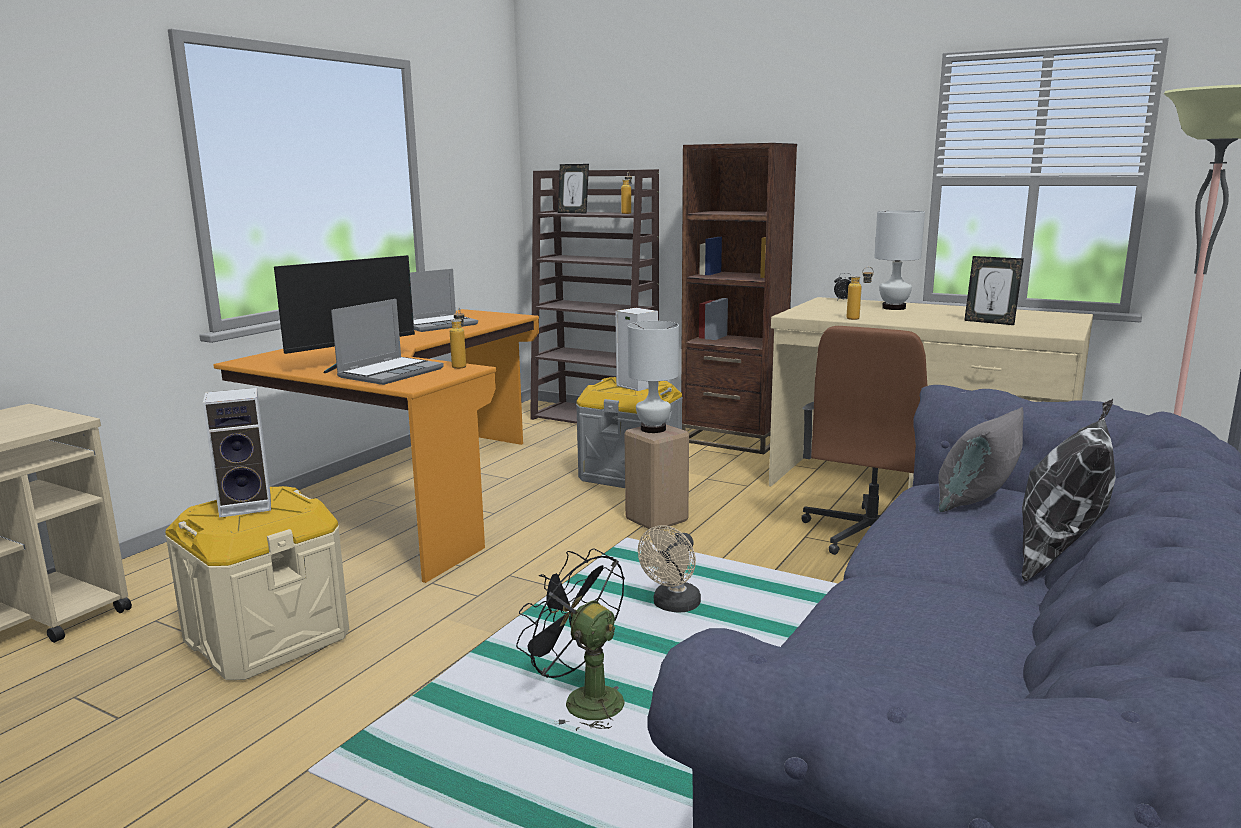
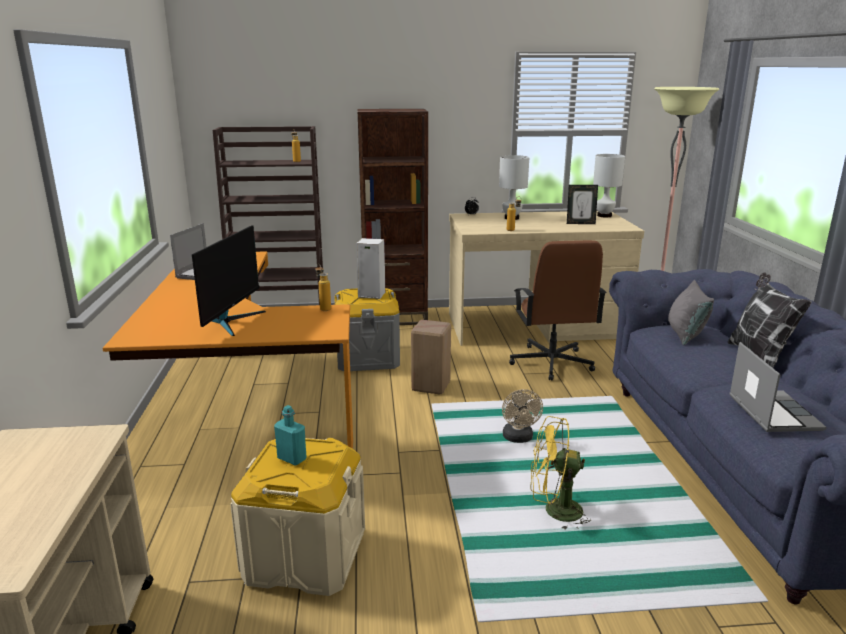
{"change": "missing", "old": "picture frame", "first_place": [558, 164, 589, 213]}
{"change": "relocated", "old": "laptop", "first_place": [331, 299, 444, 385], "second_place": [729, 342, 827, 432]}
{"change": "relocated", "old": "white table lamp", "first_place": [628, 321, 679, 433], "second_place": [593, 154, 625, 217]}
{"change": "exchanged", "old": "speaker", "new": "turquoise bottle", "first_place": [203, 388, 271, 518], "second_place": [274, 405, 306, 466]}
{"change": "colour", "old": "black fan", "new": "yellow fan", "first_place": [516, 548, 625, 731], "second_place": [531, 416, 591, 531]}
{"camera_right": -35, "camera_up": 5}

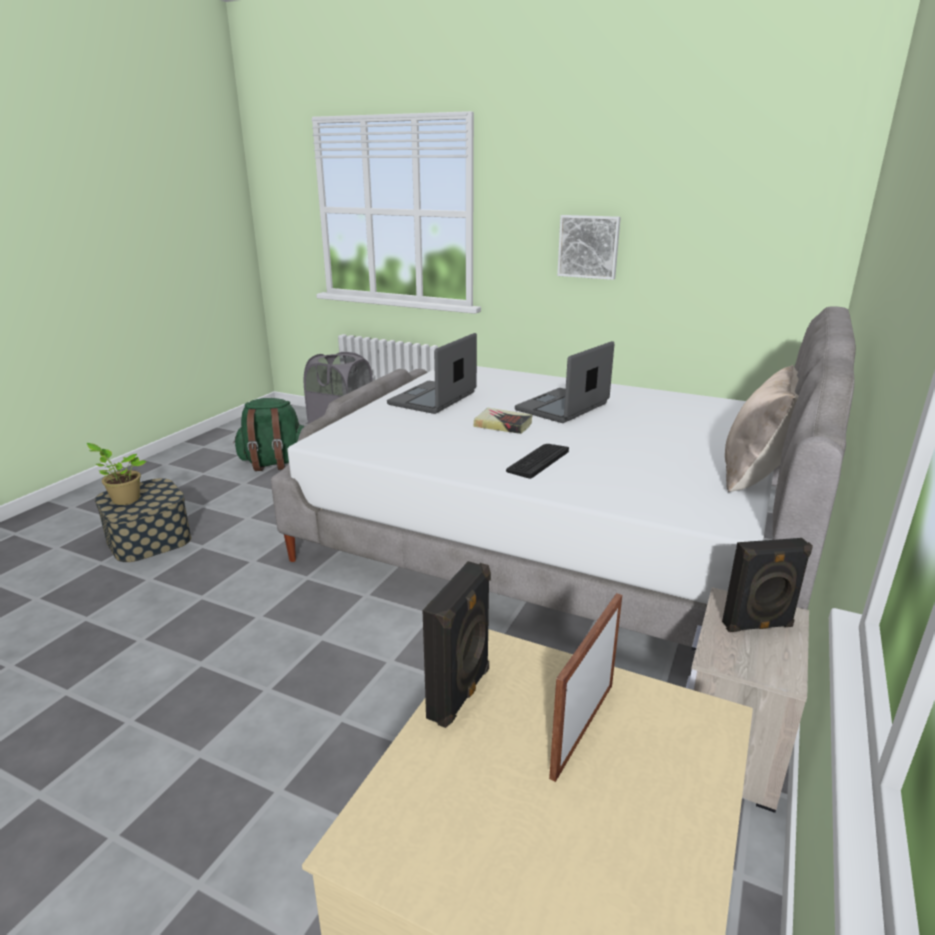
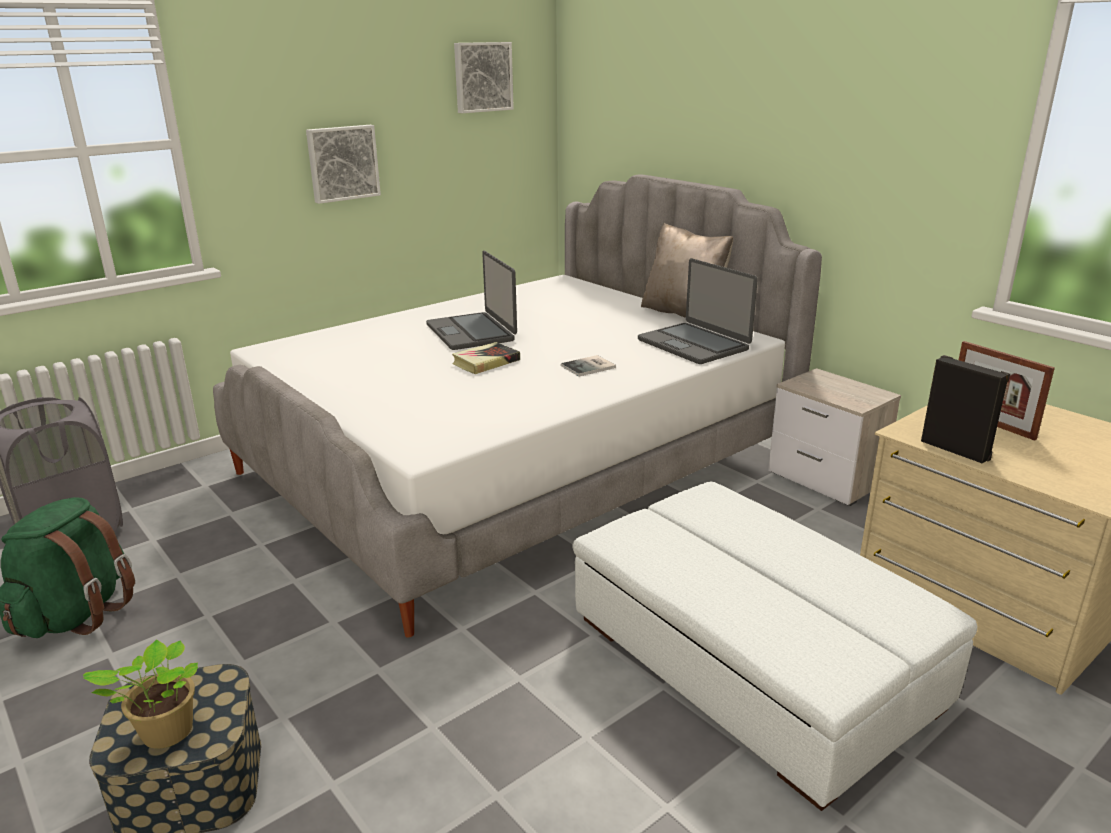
{"change": "relocated", "old": "laptop", "first_place": [387, 333, 477, 414], "second_place": [638, 258, 758, 364]}
{"change": "exchanged", "old": "keyboard", "new": "book", "first_place": [506, 444, 569, 479], "second_place": [561, 355, 616, 377]}
{"change": "missing", "old": "black speaker", "first_place": [722, 538, 813, 632]}
{"change": "appeared", "new": "picture", "second_place": [454, 42, 514, 113]}
{"change": "appeared", "new": "white ottoman", "second_place": [572, 481, 977, 811]}
{"camera_right": -65, "camera_up": 0}

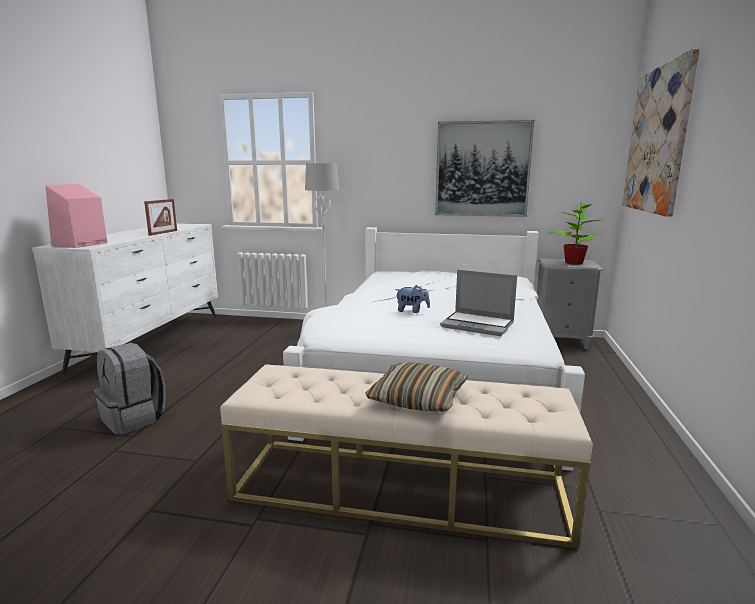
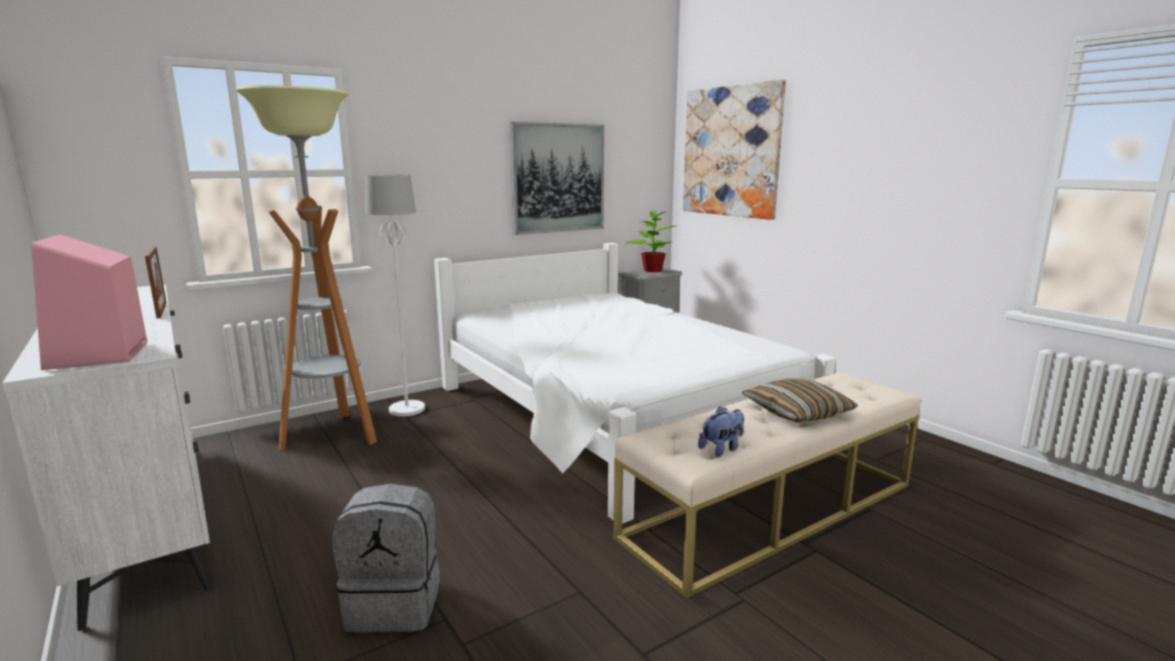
{"change": "missing", "old": "laptop", "first_place": [440, 270, 517, 336]}
{"change": "relocated", "old": "plush toy", "first_place": [395, 285, 430, 313], "second_place": [698, 406, 744, 457]}
{"change": "appeared", "new": "floor lamp", "second_place": [236, 85, 377, 450]}
{"camera_right": -45, "camera_up": 0}

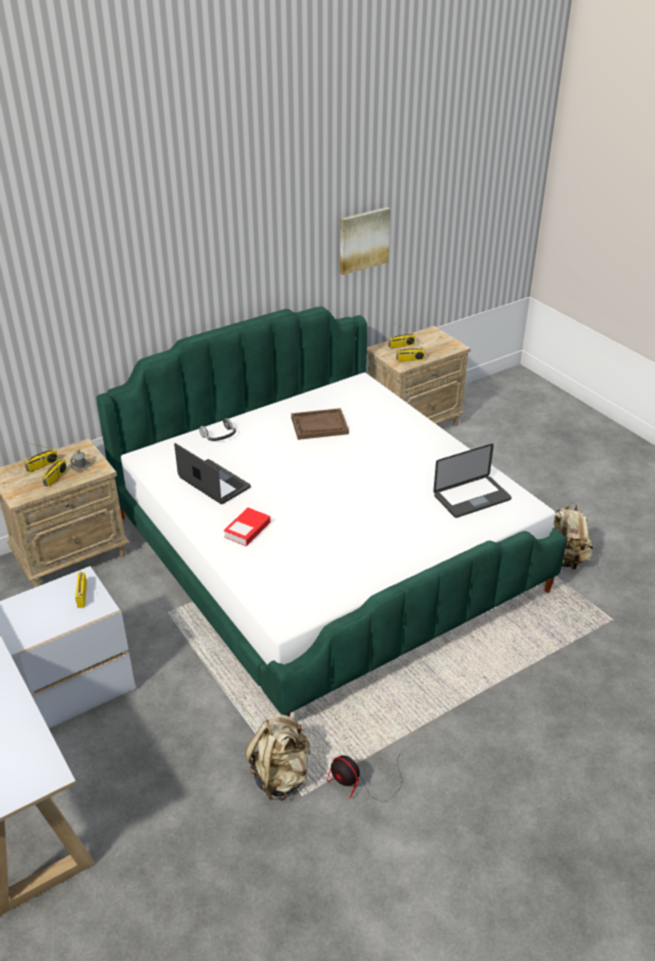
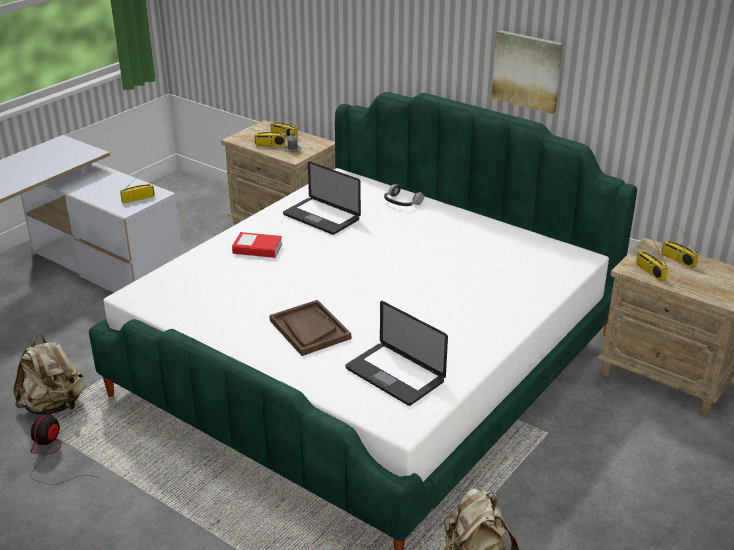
{"change": "relocated", "old": "picture", "first_place": [340, 207, 391, 275], "second_place": [491, 30, 563, 114]}
{"change": "relocated", "old": "brown tray", "first_place": [291, 408, 349, 440], "second_place": [269, 300, 351, 356]}
{"change": "spun", "old": "laptop", "first_place": [174, 443, 251, 504], "second_place": [283, 161, 361, 235], "degrees": 105}
{"camera_right": 70, "camera_up": -5}

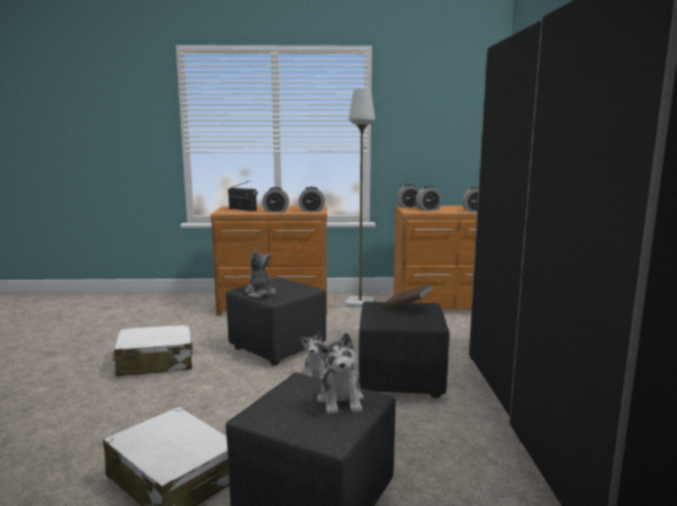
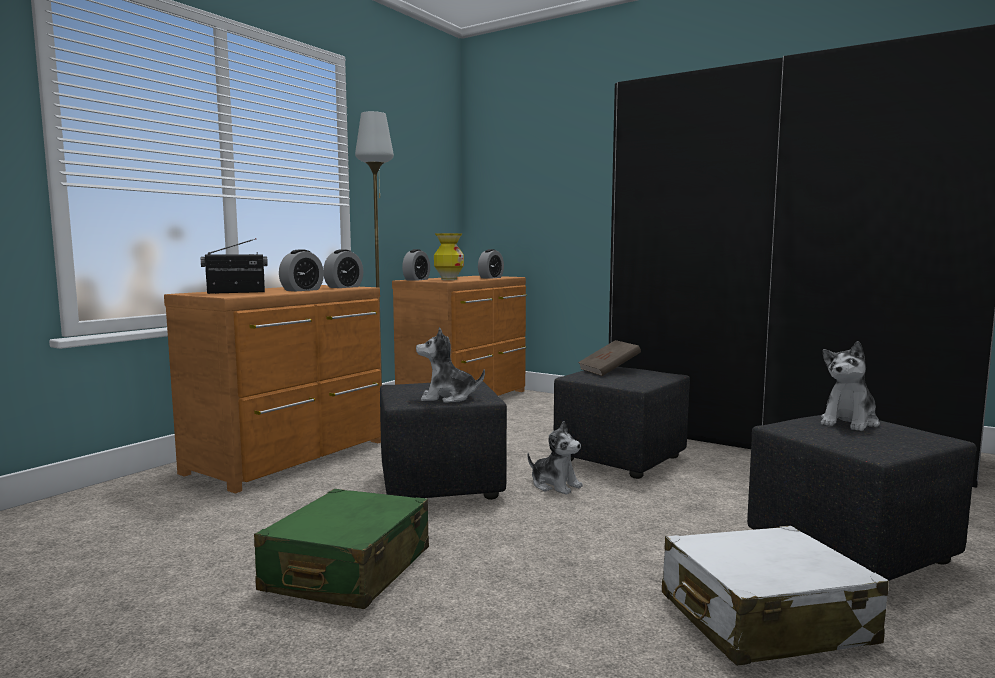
{"change": "exchanged", "old": "alarm clock", "new": "vase", "first_place": [416, 186, 443, 211], "second_place": [434, 233, 464, 280]}
{"change": "colour", "old": "white suitcase", "new": "green suitcase", "first_place": [113, 324, 193, 377], "second_place": [254, 489, 429, 609]}
{"change": "spun", "old": "plush toy", "first_place": [317, 332, 364, 414], "second_place": [821, 341, 880, 431], "degrees": 105}
{"camera_right": -55, "camera_up": -5}

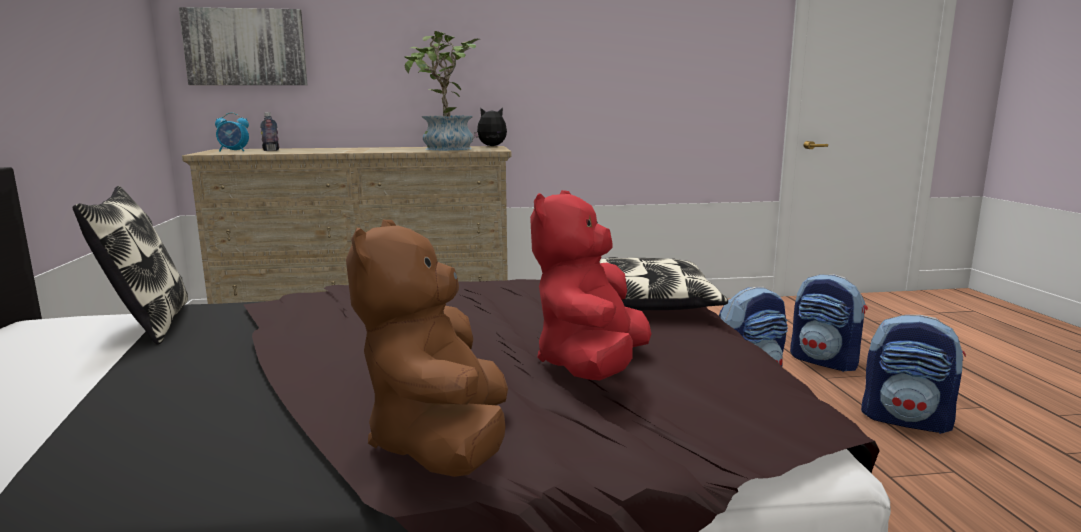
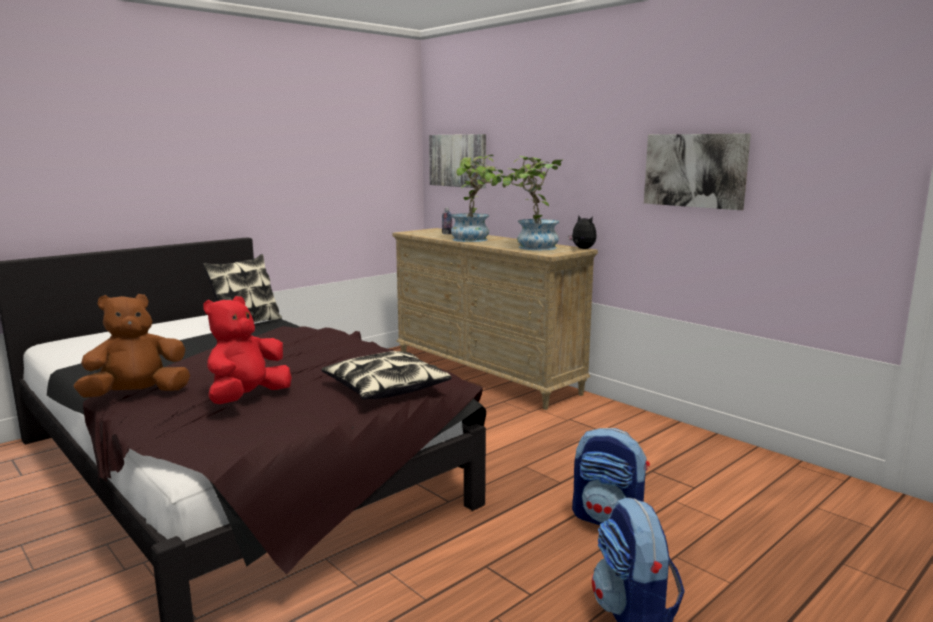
{"change": "missing", "old": "alarm clock", "first_place": [215, 112, 249, 152]}
{"change": "spun", "old": "red plush toy", "first_place": [530, 190, 651, 380], "second_place": [203, 296, 292, 404], "degrees": -45}
{"change": "missing", "old": "backpack", "first_place": [790, 274, 868, 372]}
{"change": "appeared", "new": "picture", "second_place": [644, 133, 751, 210]}
{"change": "appeared", "new": "potted plant", "second_place": [451, 154, 503, 242]}
{"camera_right": 55, "camera_up": 0}

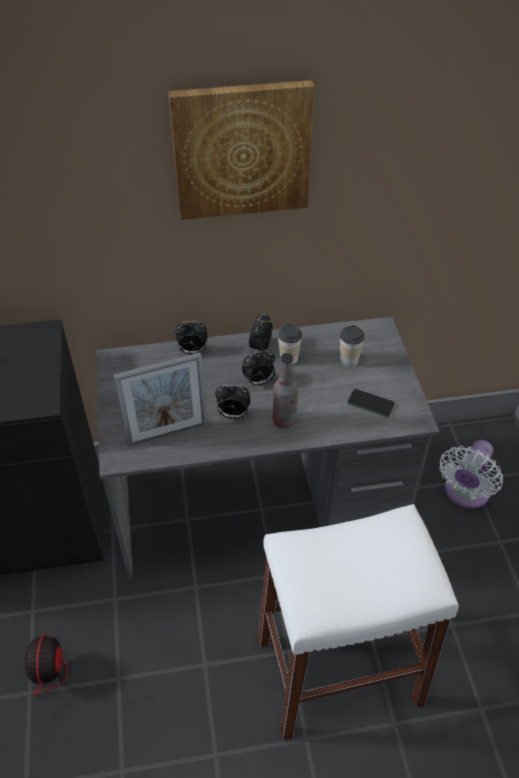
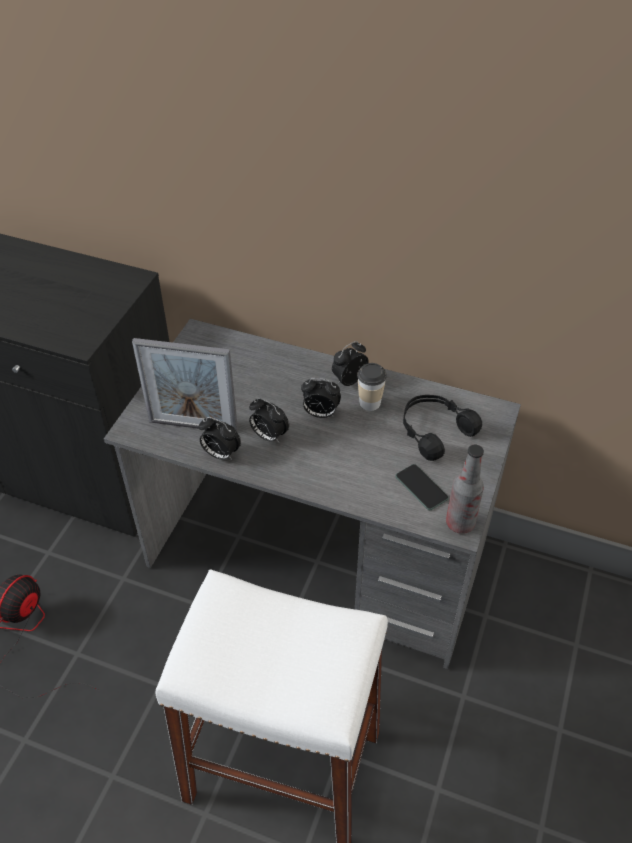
{"change": "missing", "old": "picture", "first_place": [168, 80, 314, 220]}
{"change": "relocated", "old": "alarm clock", "first_place": [175, 321, 207, 355], "second_place": [199, 417, 241, 460]}
{"change": "exchanged", "old": "cup", "new": "black headphones", "first_place": [340, 325, 365, 366], "second_place": [403, 395, 482, 461]}
{"change": "relocated", "old": "bottle", "first_place": [273, 353, 298, 429], "second_place": [446, 445, 484, 534]}
{"change": "missing", "old": "white fan", "first_place": [440, 440, 503, 509]}
{"camera_right": 30, "camera_up": 0}

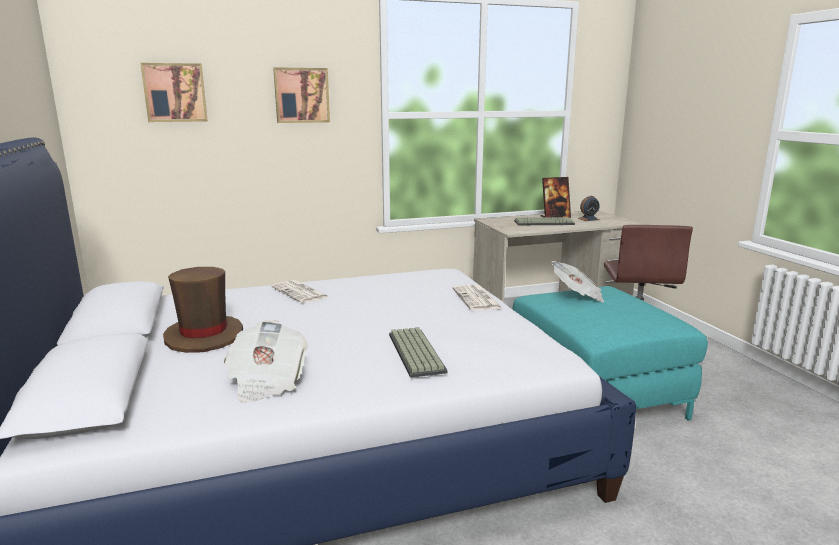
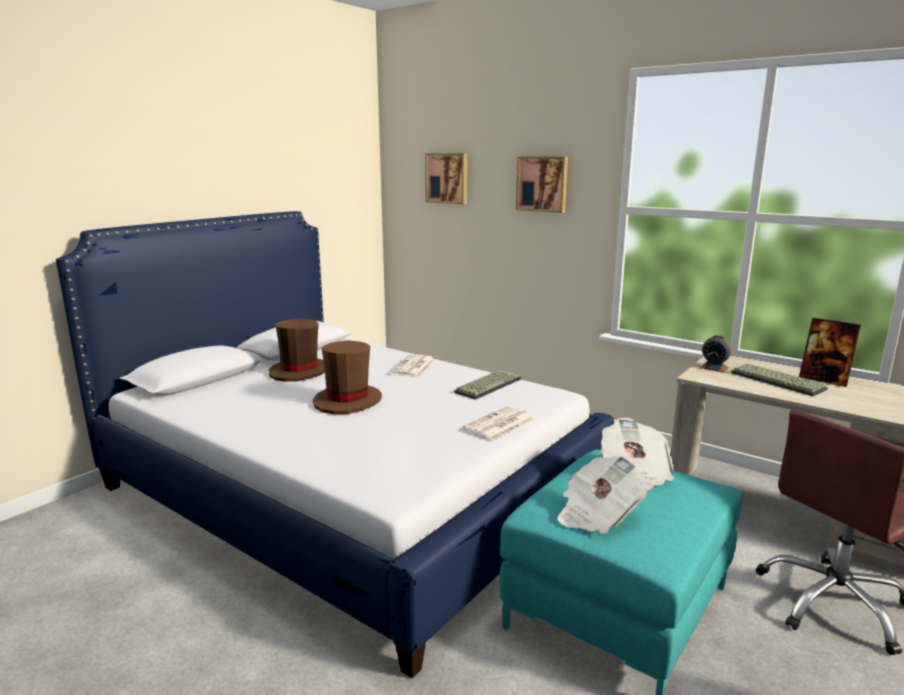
{"change": "relocated", "old": "alarm clock", "first_place": [578, 196, 600, 221], "second_place": [700, 335, 732, 373]}
{"change": "relocated", "old": "newspaper", "first_place": [224, 320, 308, 403], "second_place": [558, 456, 648, 534]}
{"change": "relocated", "old": "keyboard", "first_place": [389, 327, 448, 378], "second_place": [455, 370, 522, 400]}
{"change": "appeared", "new": "brown hat", "second_place": [313, 340, 382, 414]}
{"camera_right": 55, "camera_up": 0}

